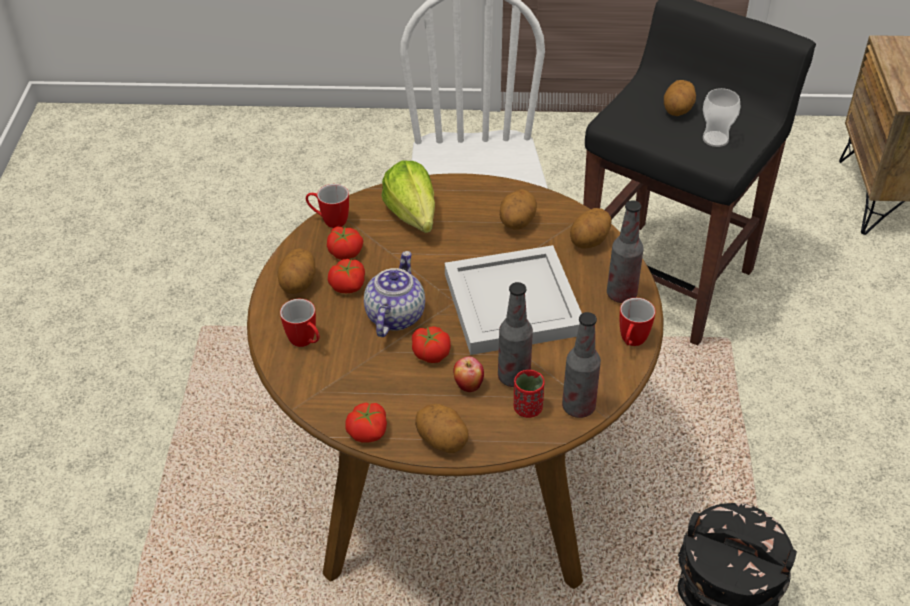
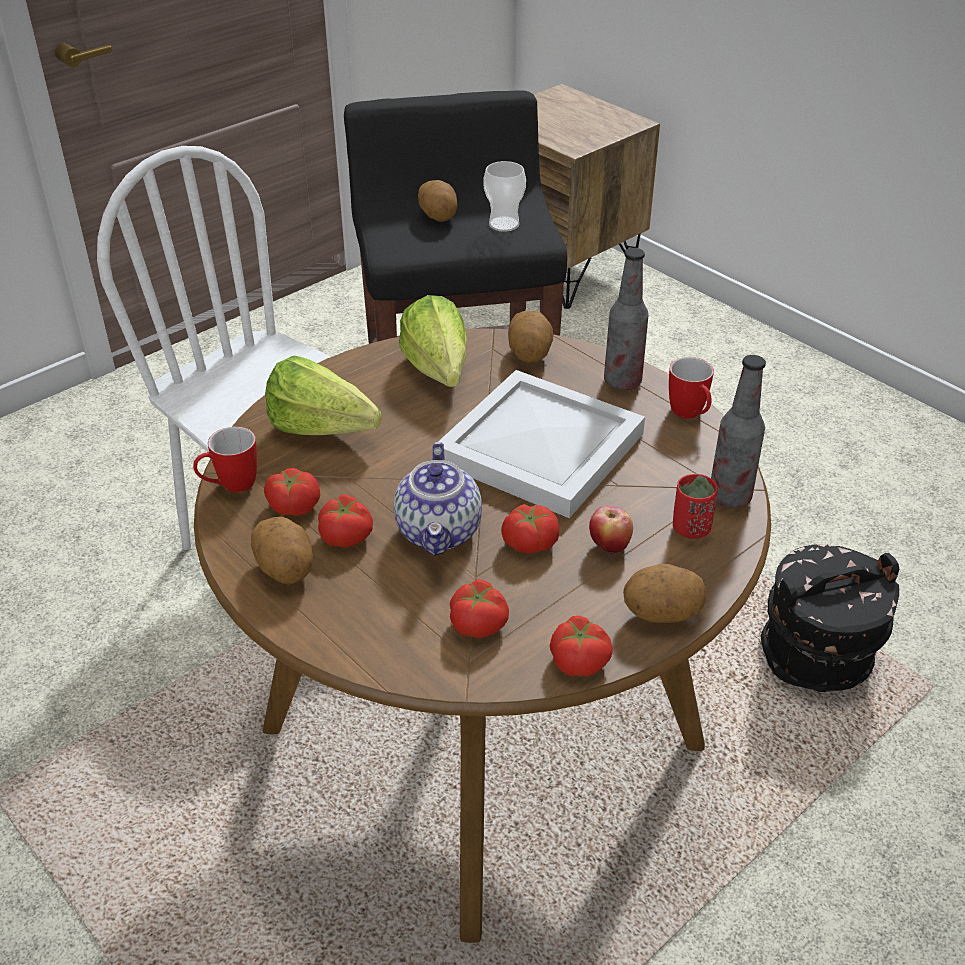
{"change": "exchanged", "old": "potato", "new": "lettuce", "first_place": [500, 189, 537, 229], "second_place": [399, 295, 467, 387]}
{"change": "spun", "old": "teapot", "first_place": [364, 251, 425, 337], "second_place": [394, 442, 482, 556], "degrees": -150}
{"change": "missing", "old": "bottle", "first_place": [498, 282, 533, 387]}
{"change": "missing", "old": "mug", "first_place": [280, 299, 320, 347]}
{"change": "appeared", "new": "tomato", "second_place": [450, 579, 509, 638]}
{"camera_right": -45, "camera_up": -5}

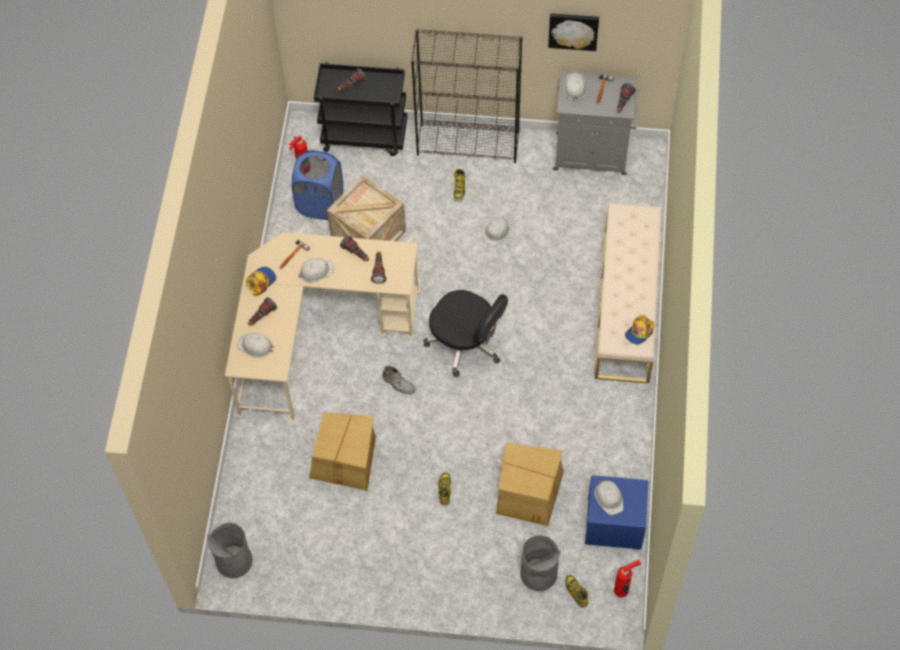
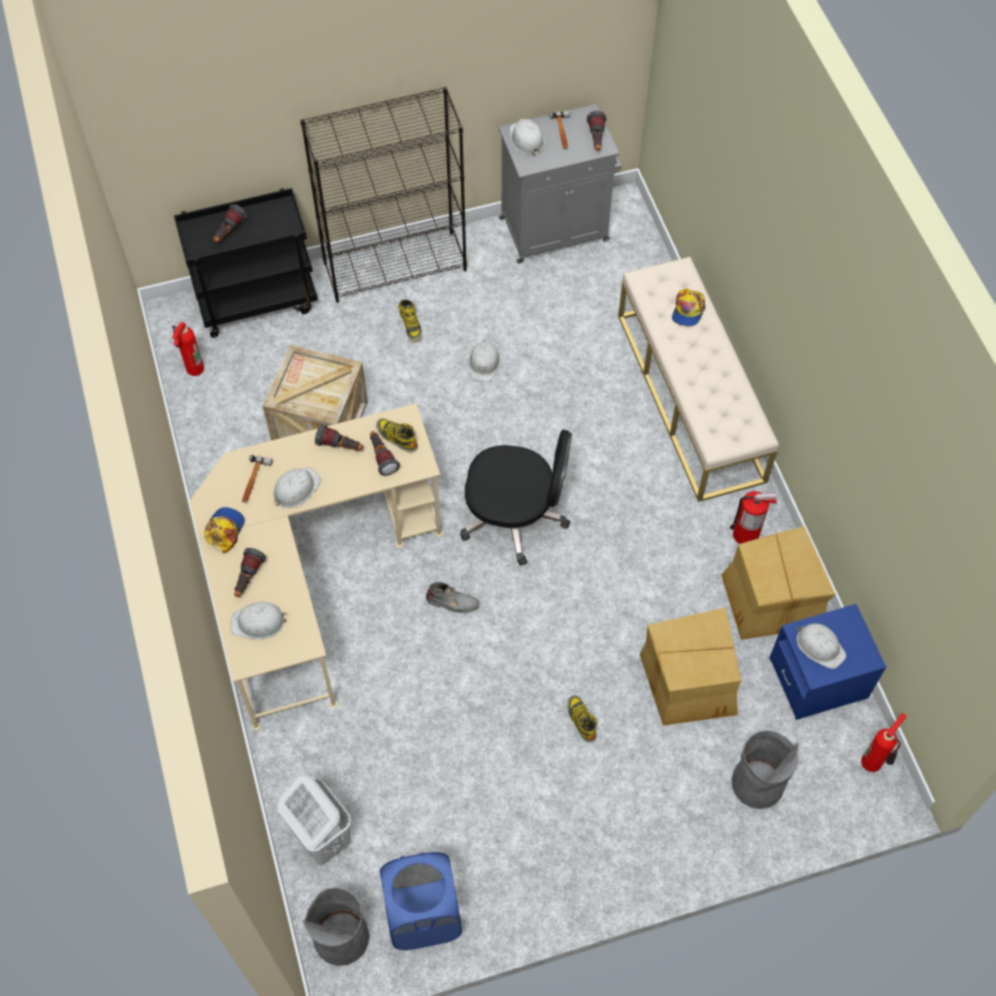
{"change": "missing", "old": "picture", "first_place": [548, 13, 599, 51]}
{"change": "relocated", "old": "blue laundry basket", "first_place": [292, 150, 343, 220], "second_place": [380, 852, 462, 950]}
{"change": "relocated", "old": "cap", "first_place": [625, 315, 654, 345], "second_place": [672, 288, 706, 326]}
{"change": "relocated", "old": "cardboard box", "first_place": [309, 412, 376, 491], "second_place": [721, 526, 835, 640]}
{"change": "relocated", "old": "boot", "first_place": [565, 575, 588, 608], "second_place": [376, 418, 418, 453]}
{"change": "appeared", "new": "fire extinguisher", "second_place": [730, 491, 777, 544]}
{"change": "appeared", "new": "white laundry basket", "second_place": [277, 775, 351, 866]}
{"camera_right": -25, "camera_up": 0}

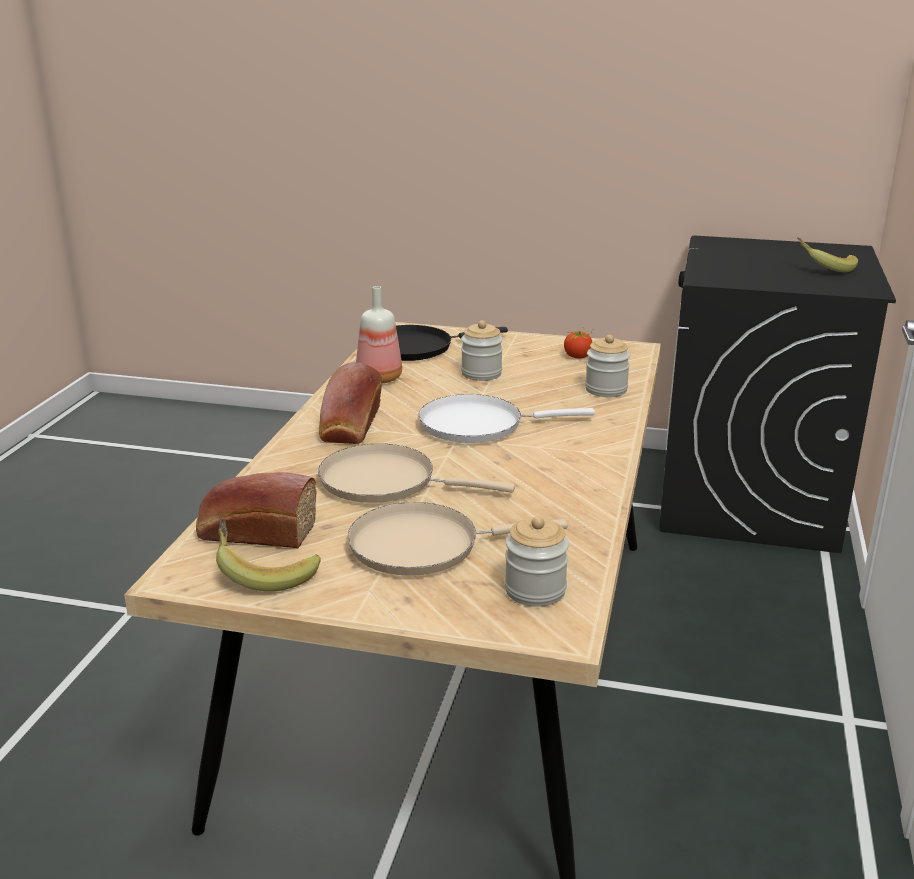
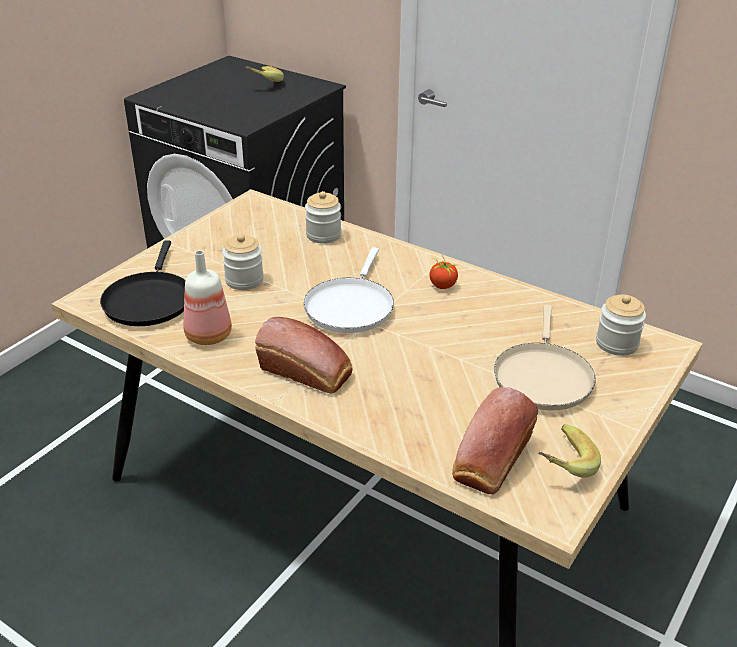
{"change": "relocated", "old": "tomato", "first_place": [564, 327, 593, 359], "second_place": [430, 255, 458, 289]}
{"change": "missing", "old": "beige frying pan", "first_place": [318, 444, 515, 503]}
{"camera_right": -70, "camera_up": 10}

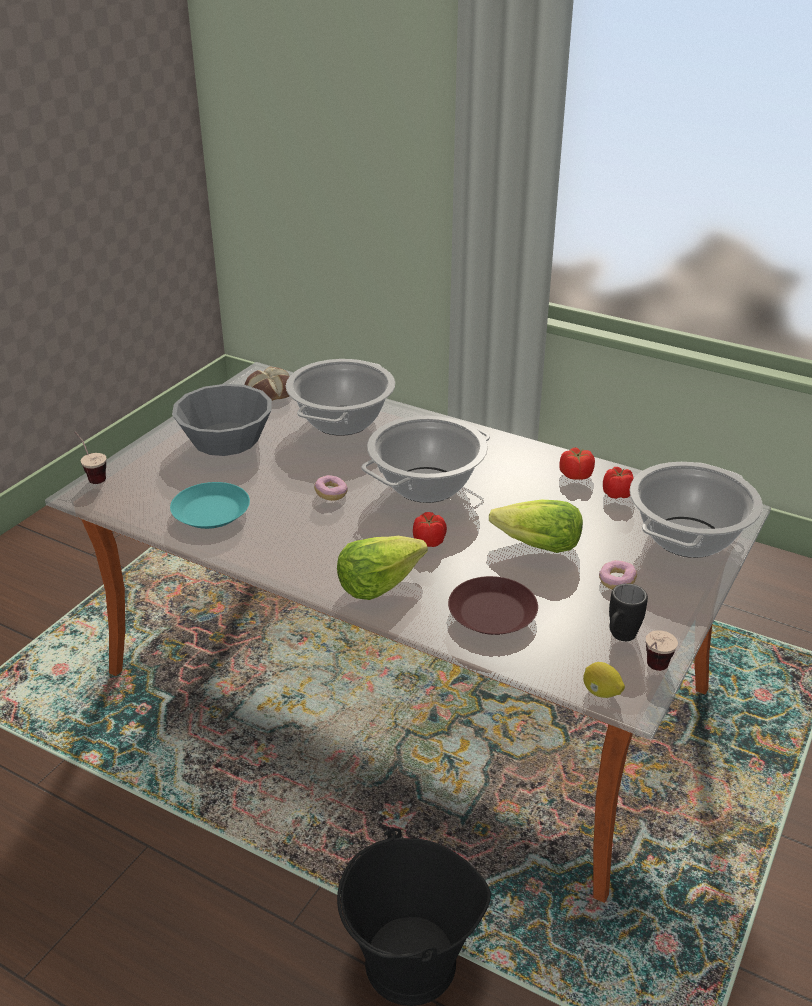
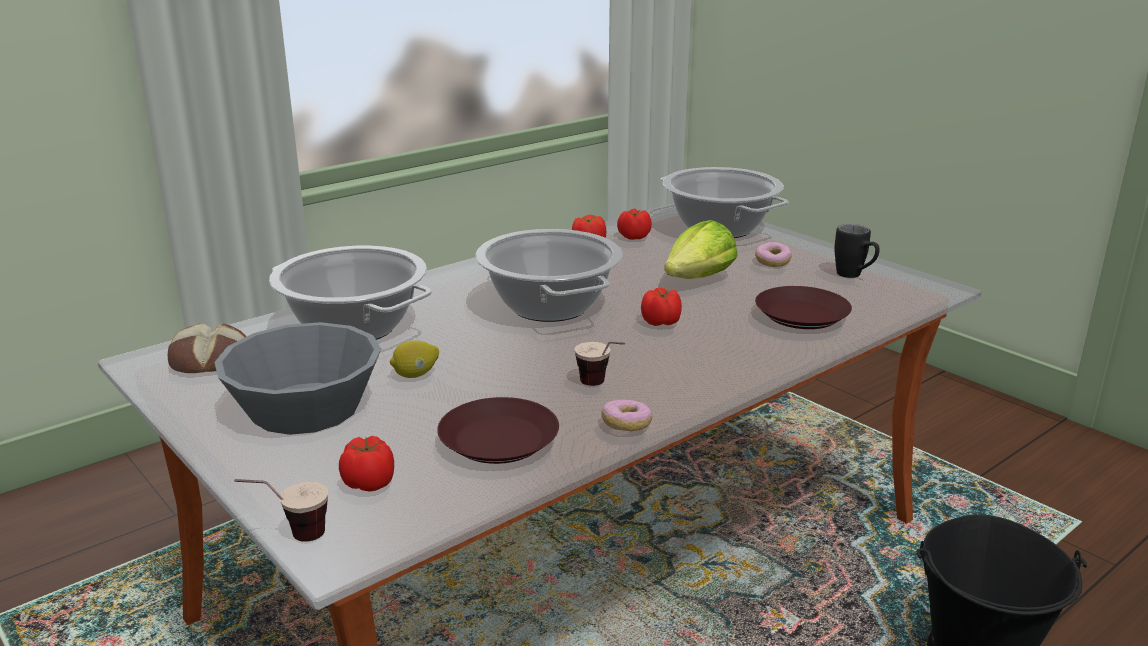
{"change": "relocated", "old": "donut", "first_place": [314, 475, 348, 501], "second_place": [601, 400, 652, 432]}
{"change": "colour", "old": "turquoise plate", "new": "brown plate", "first_place": [170, 482, 250, 529], "second_place": [437, 397, 559, 464]}
{"change": "missing", "old": "lettuce", "first_place": [337, 536, 428, 600]}
{"change": "relocated", "old": "cup", "first_place": [646, 630, 678, 671], "second_place": [575, 341, 625, 386]}
{"change": "relocated", "old": "lemon", "first_place": [583, 662, 625, 698], "second_place": [390, 341, 439, 378]}
{"change": "appeared", "new": "tomato", "second_place": [339, 436, 394, 492]}
{"camera_right": -70, "camera_up": -10}

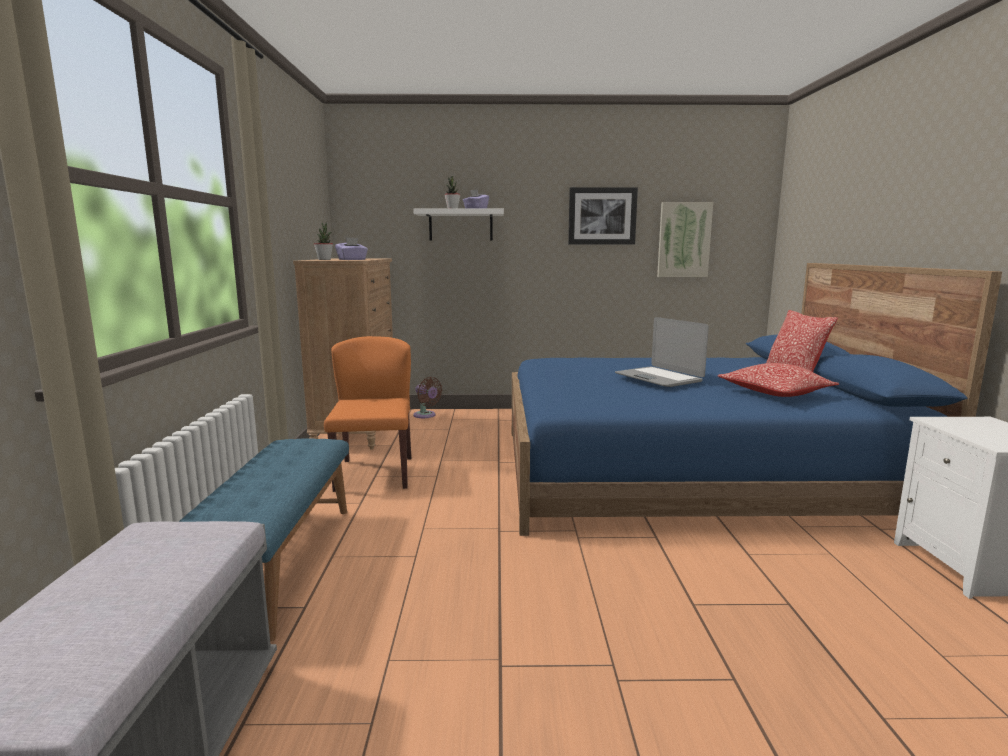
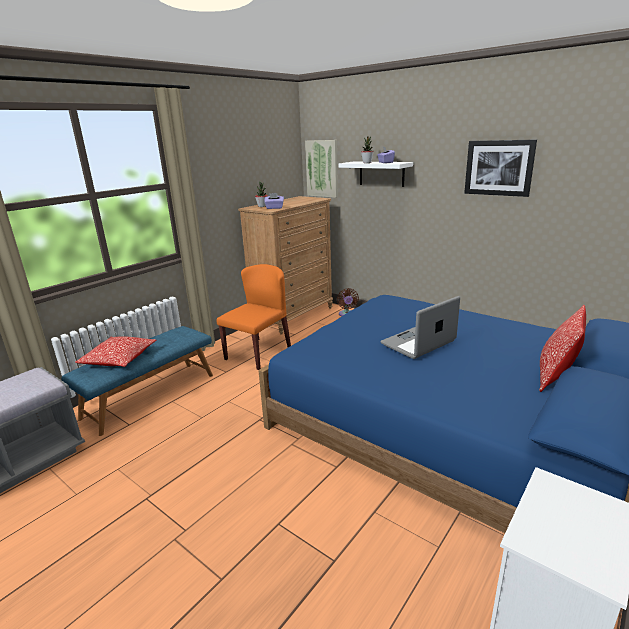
{"change": "relocated", "old": "picture", "first_place": [657, 202, 713, 277], "second_place": [305, 140, 338, 198]}
{"change": "spun", "old": "laptop", "first_place": [615, 317, 709, 387], "second_place": [380, 296, 460, 359], "degrees": 45}
{"change": "relocated", "old": "pillow", "first_place": [717, 363, 839, 397], "second_place": [75, 337, 156, 367]}
{"camera_right": 40, "camera_up": 10}

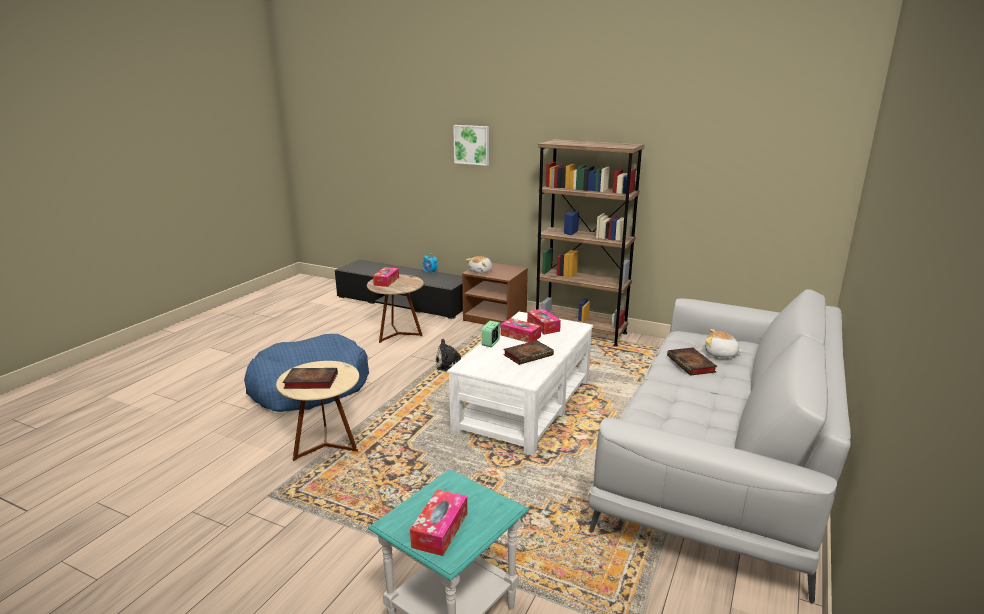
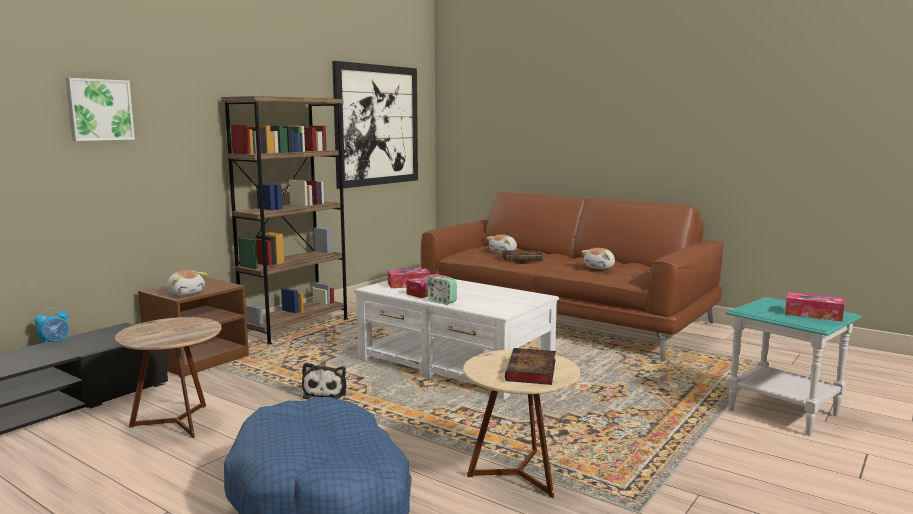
{"change": "missing", "old": "tissue box", "first_place": [373, 267, 399, 287]}
{"change": "colour", "old": "grey sofa", "new": "brown sofa", "first_place": [589, 289, 851, 604], "second_place": [421, 192, 724, 362]}
{"change": "missing", "old": "book", "first_place": [503, 340, 554, 365]}
{"change": "appeared", "new": "picture", "second_place": [332, 61, 418, 189]}
{"change": "appeared", "new": "plush toy", "second_place": [582, 248, 615, 269]}
{"camera_right": -80, "camera_up": -10}

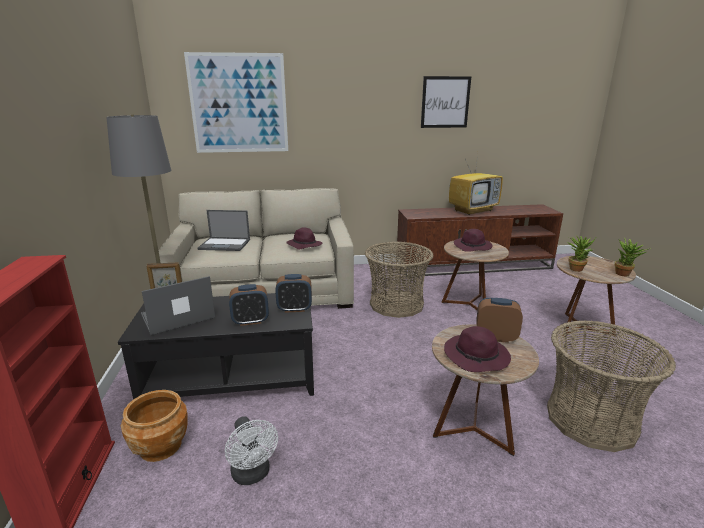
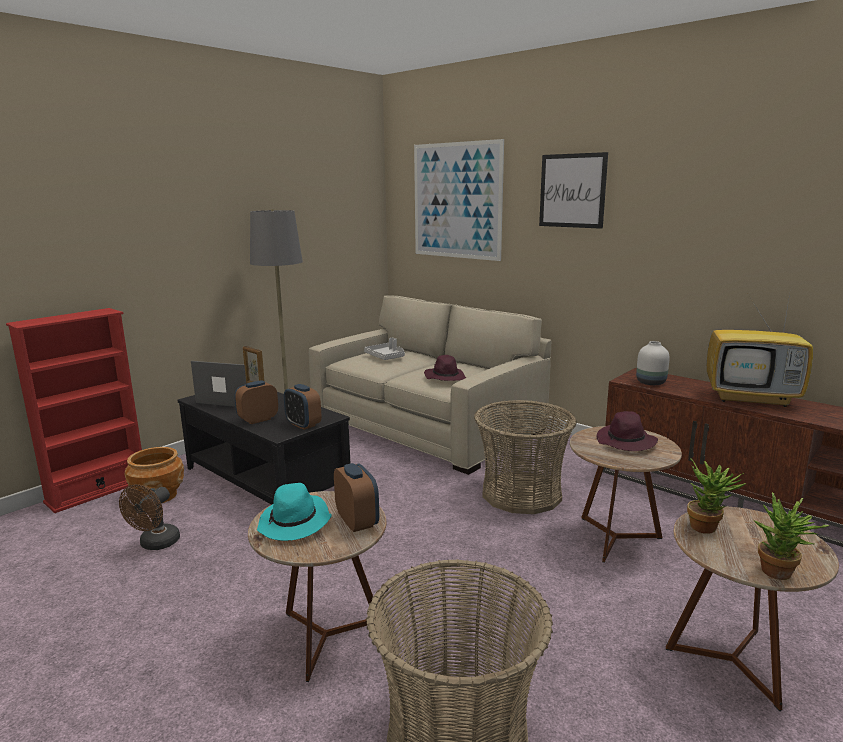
{"change": "relocated", "old": "picture", "first_place": [421, 76, 471, 128], "second_place": [539, 152, 608, 229]}
{"change": "exchanged", "old": "laptop", "new": "grey tray", "first_place": [198, 210, 250, 251], "second_place": [364, 338, 405, 360]}
{"change": "spun", "old": "alarm clock", "first_place": [229, 284, 269, 326], "second_place": [234, 380, 278, 424], "degrees": 105}
{"change": "colour", "old": "purple hat", "new": "turquoise hat", "first_place": [444, 326, 511, 372], "second_place": [257, 483, 332, 541]}
{"change": "colour", "old": "white fan", "new": "brown fan", "first_place": [225, 416, 278, 485], "second_place": [119, 484, 180, 550]}
{"change": "appeared", "new": "white vase", "second_place": [636, 341, 670, 385]}
{"camera_right": 50, "camera_up": -5}

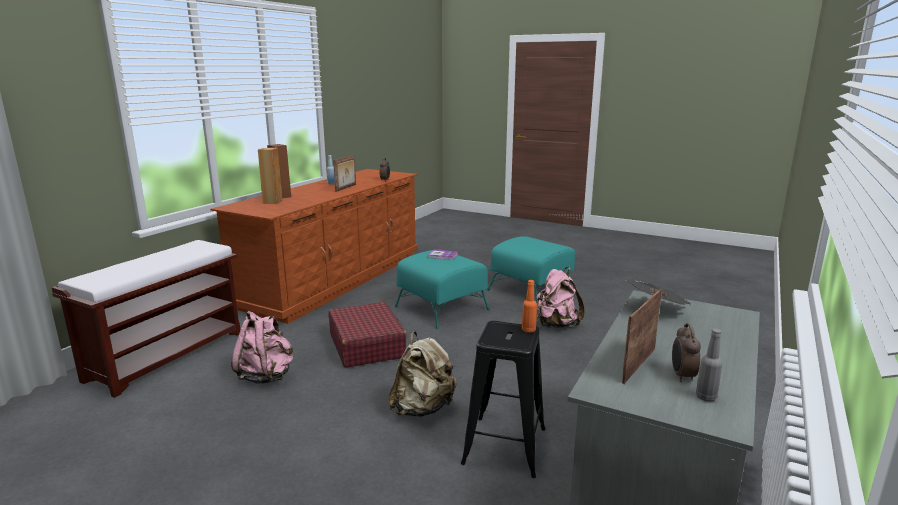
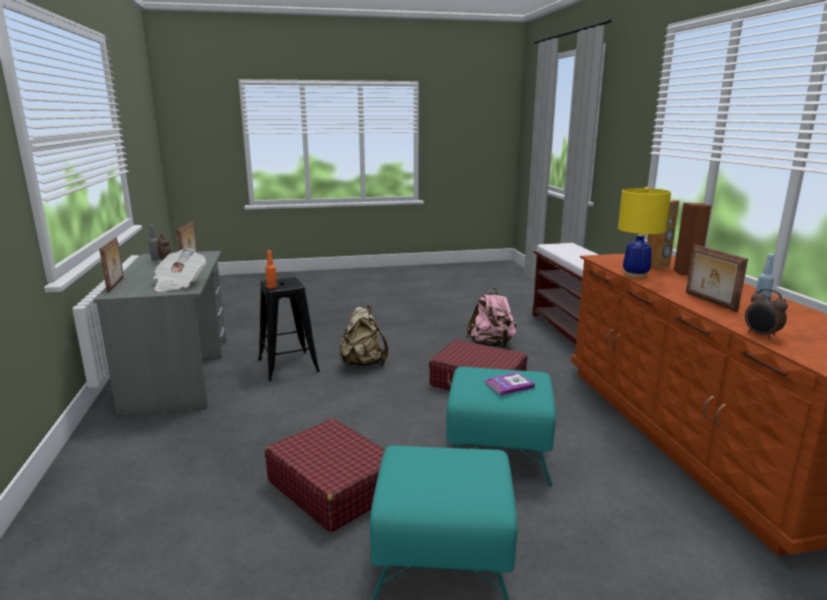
{"change": "exchanged", "old": "pink backpack", "new": "red suitcase", "first_place": [536, 267, 584, 328], "second_place": [265, 419, 385, 532]}
{"change": "appeared", "new": "yellow table lamp", "second_place": [618, 187, 671, 278]}
{"change": "appeared", "new": "picture frame", "second_place": [99, 237, 124, 293]}
{"camera_right": 140, "camera_up": 0}

